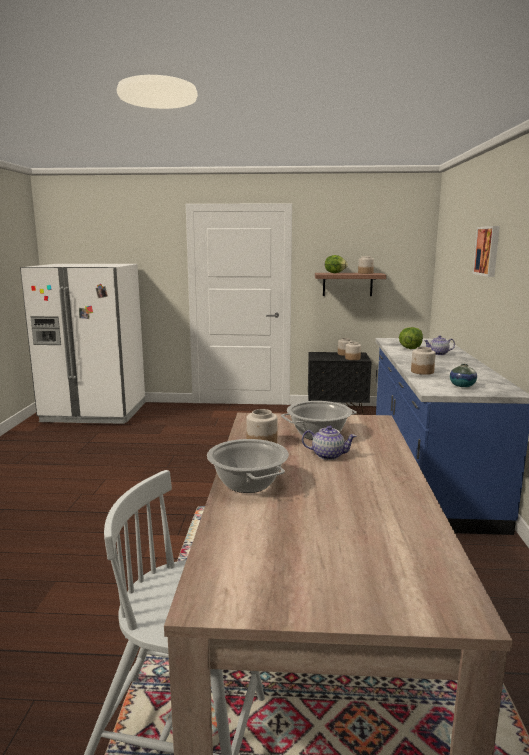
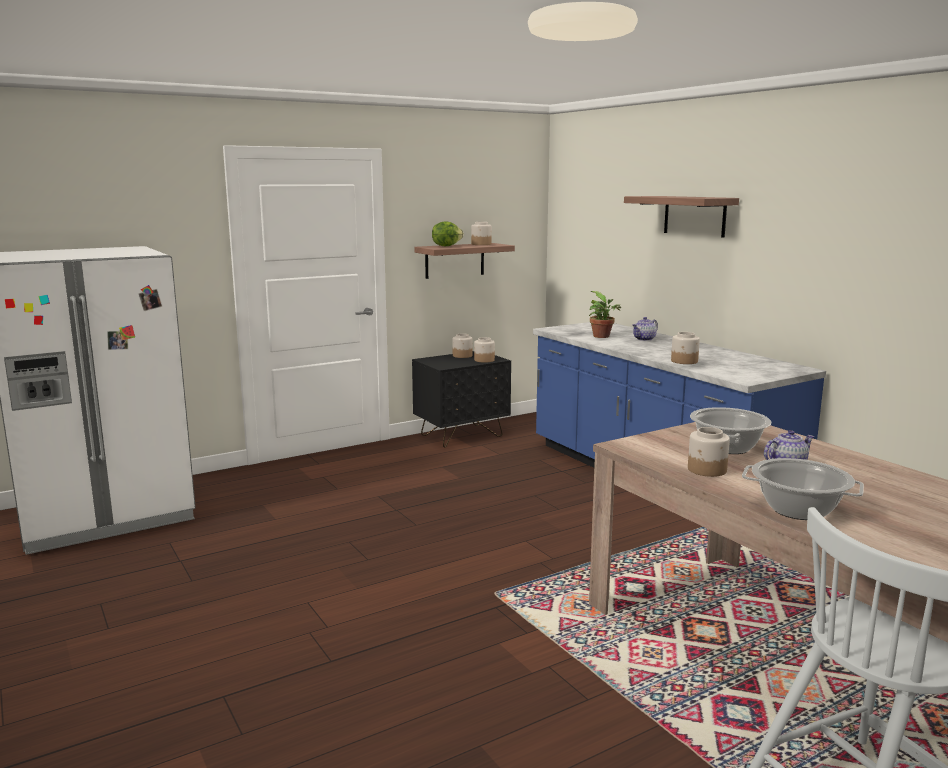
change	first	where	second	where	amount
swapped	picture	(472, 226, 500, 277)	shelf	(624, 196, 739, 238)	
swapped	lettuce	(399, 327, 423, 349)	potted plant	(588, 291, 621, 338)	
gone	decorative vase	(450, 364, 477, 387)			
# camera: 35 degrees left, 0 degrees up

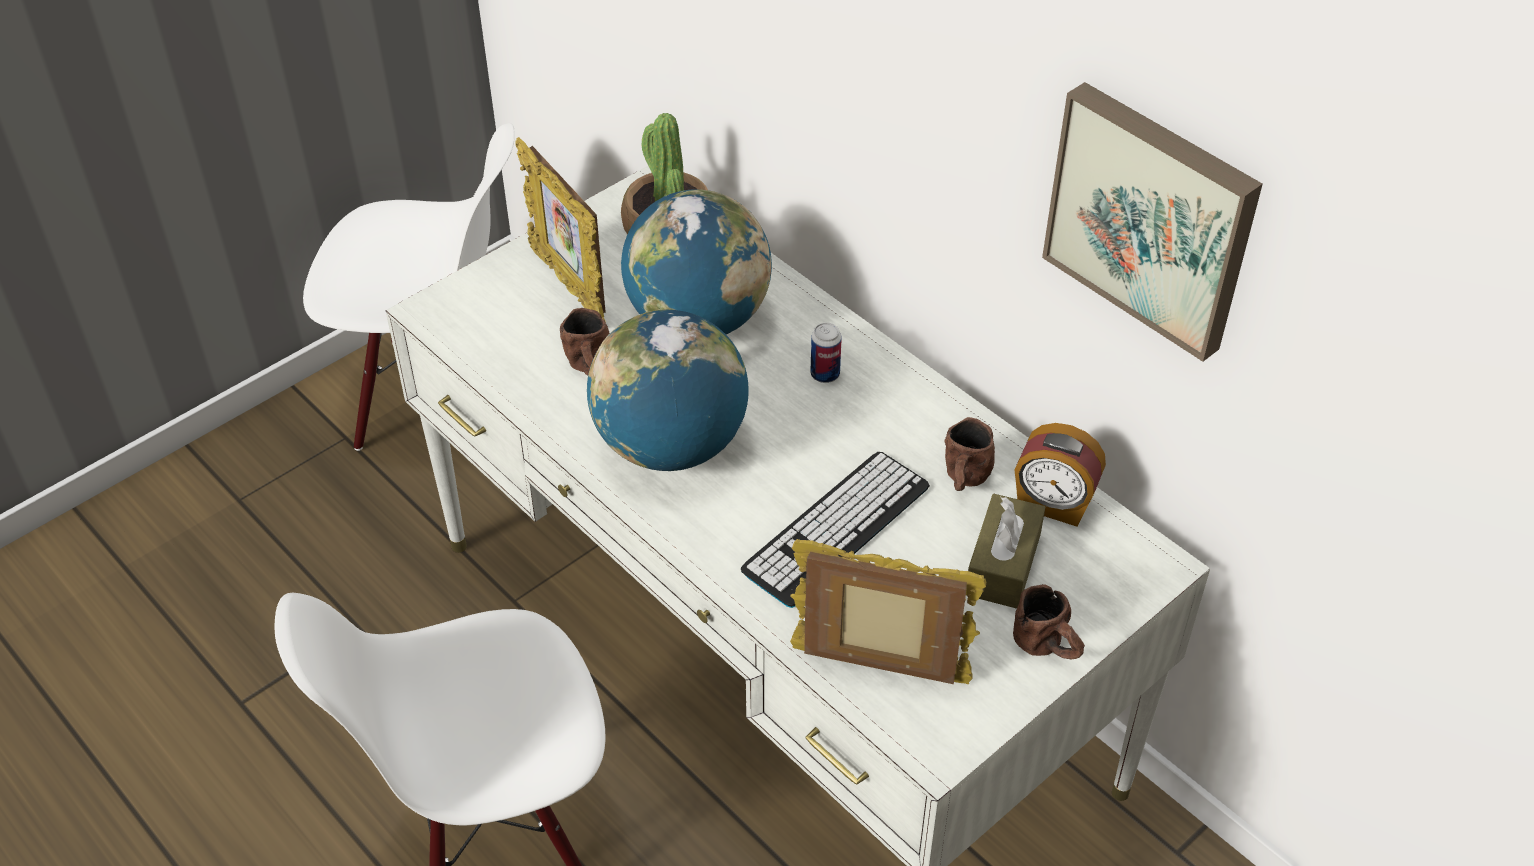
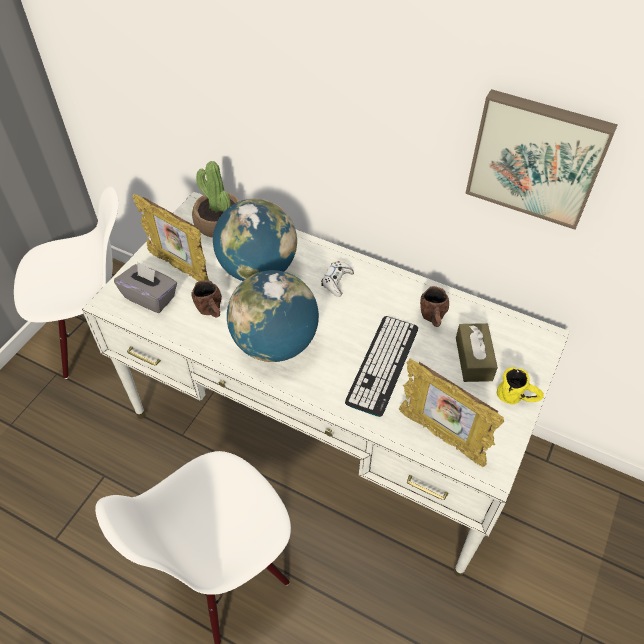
change	first	where	second	where	amount
swapped	sealed can	(810, 323, 842, 383)	gamepad in white-coloured	(321, 261, 354, 297)	
gone	alarm clock	(1014, 423, 1106, 527)			
rotated	standing frame	(790, 539, 986, 684)		(399, 359, 504, 467)	135 degrees counterclockwise
repainted	mug in brown-coloured	(1013, 584, 1085, 659)	mug in yellow	(497, 367, 544, 405)	
new			tissue holder in grey	(114, 262, 177, 313)	
# camera: 20 degrees left, 5 degrees up

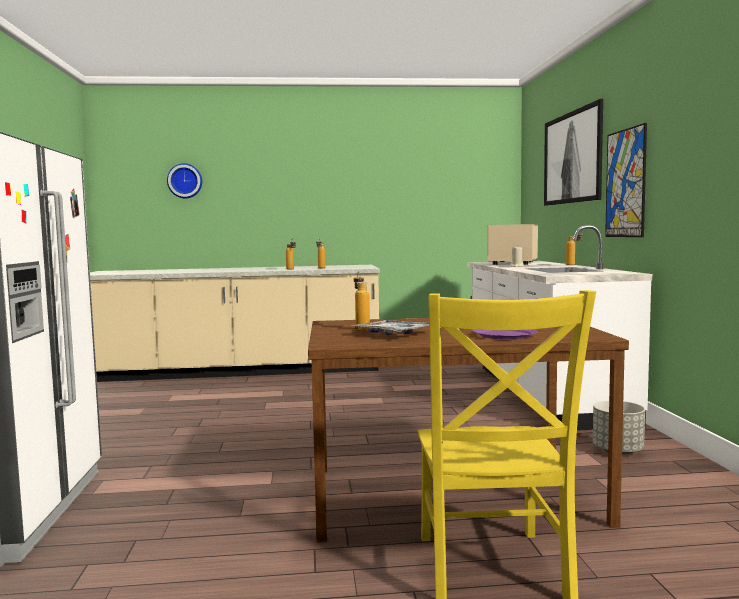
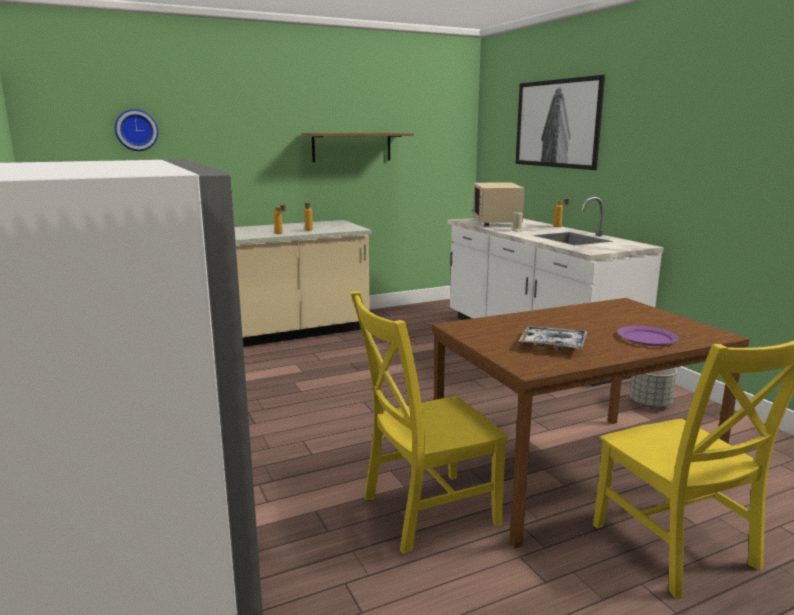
change	first	where	second	where	amount
gone	picture	(605, 123, 647, 237)			
gone	drink bottle	(354, 271, 370, 331)			
new			shelf	(301, 133, 414, 162)	
new			chair in yellow	(350, 291, 508, 554)	
# camera: 20 degrees left, 10 degrees up

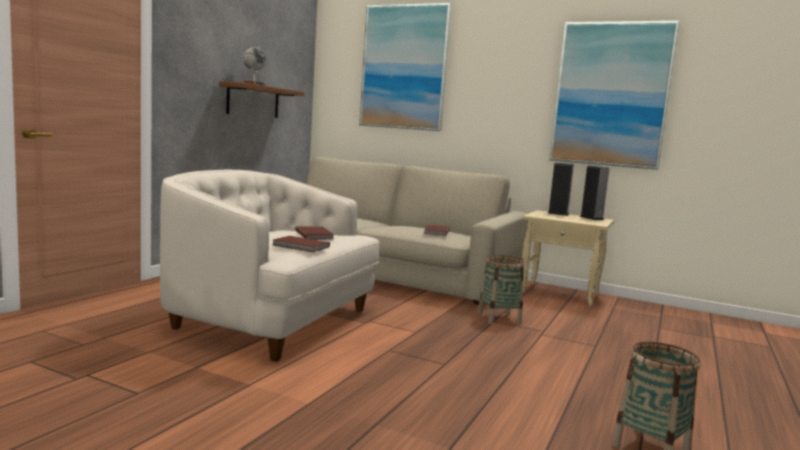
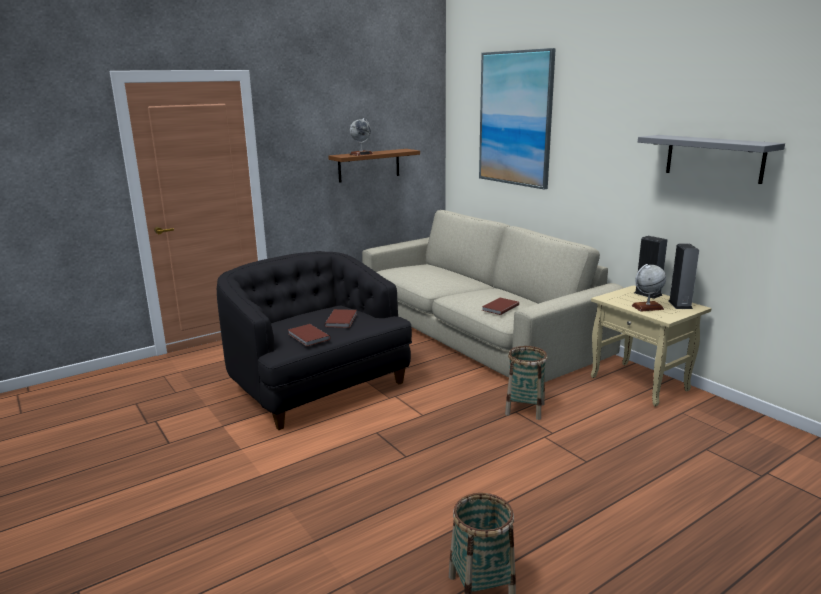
change	first	where	second	where	amount
swapped	picture	(549, 21, 680, 170)	shelf in grey	(638, 135, 785, 184)	
repainted	armchair in white-coloured	(160, 170, 380, 362)	armchair in black	(217, 251, 412, 430)	
new			globe	(632, 264, 666, 312)	
# camera: 30 degrees right, 10 degrees up

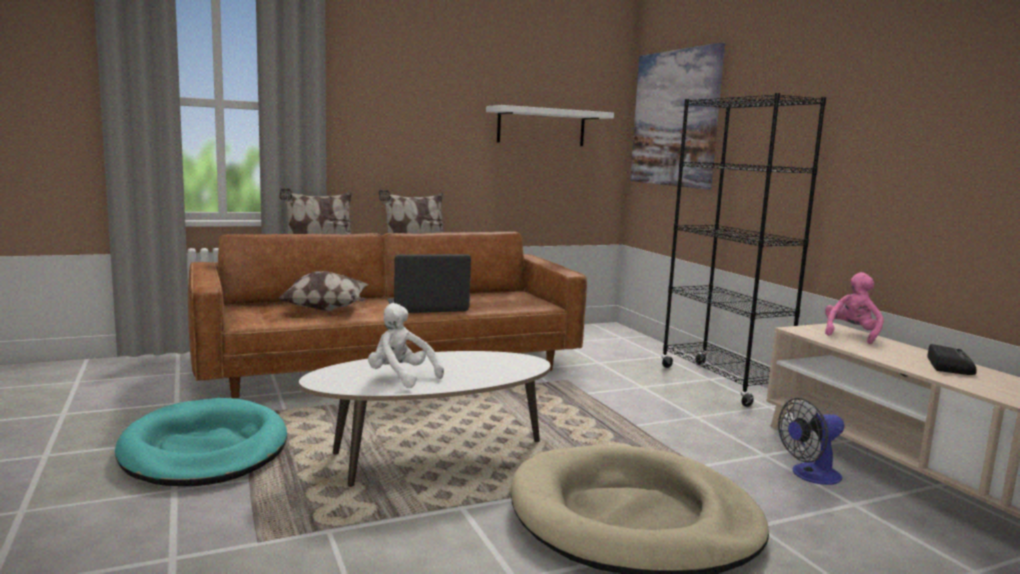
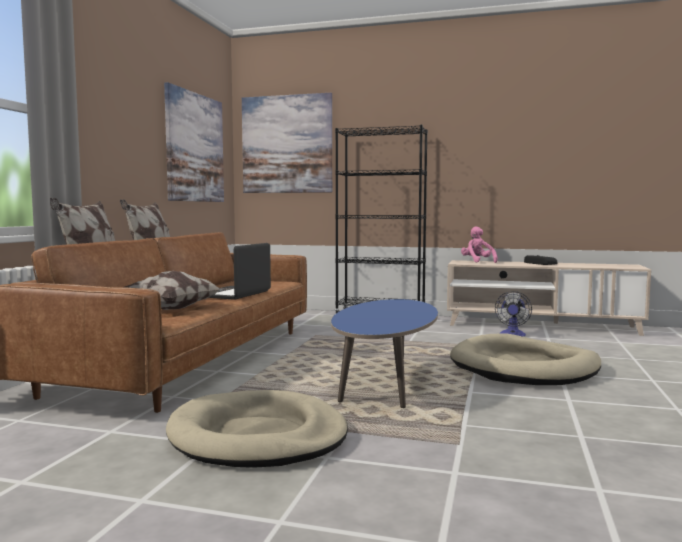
change	first	where	second	where	amount
swapped	shelf in white-coloured	(486, 105, 614, 146)	picture	(164, 82, 224, 202)	
gone	soft toy in white-coloured	(368, 303, 444, 388)			
repainted	coffee table in white-coloured	(299, 351, 551, 487)	coffee table in bluish	(331, 299, 438, 408)	
repainted	pet bed in turquoise	(115, 398, 287, 486)	pet bed in beige-coloured	(166, 390, 348, 468)	
# camera: 50 degrees left, 5 degrees down

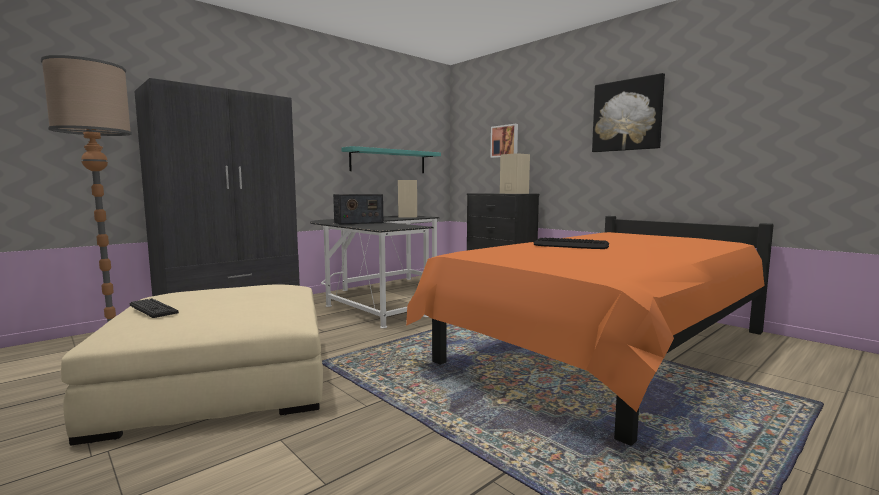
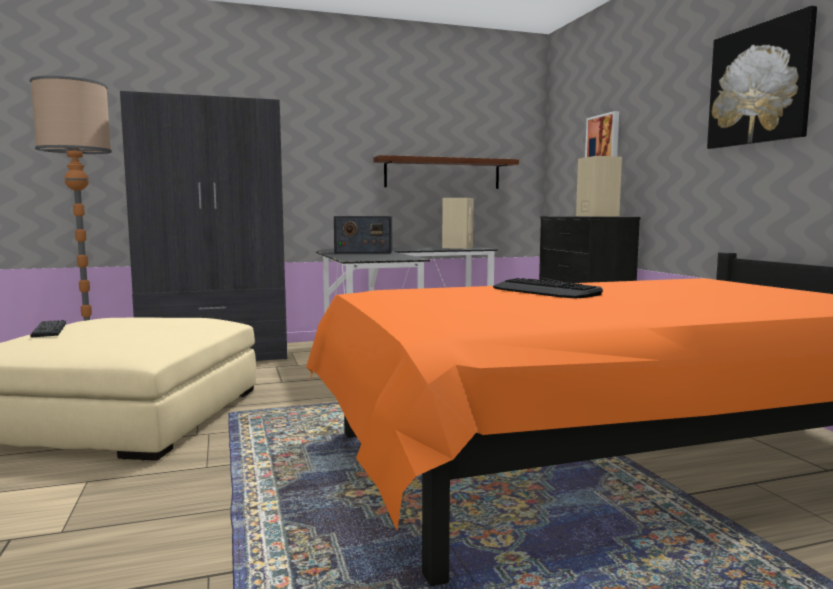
change	first	where	second	where	amount
repainted	shelf in turquoise	(341, 146, 441, 173)	shelf in brown-coloured	(373, 155, 519, 189)	
# camera: 25 degrees right, 0 degrees up

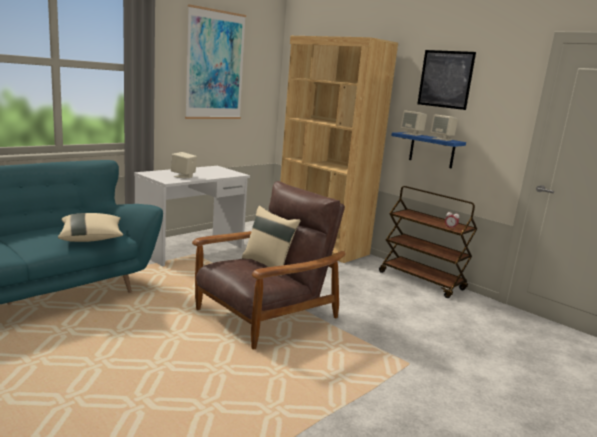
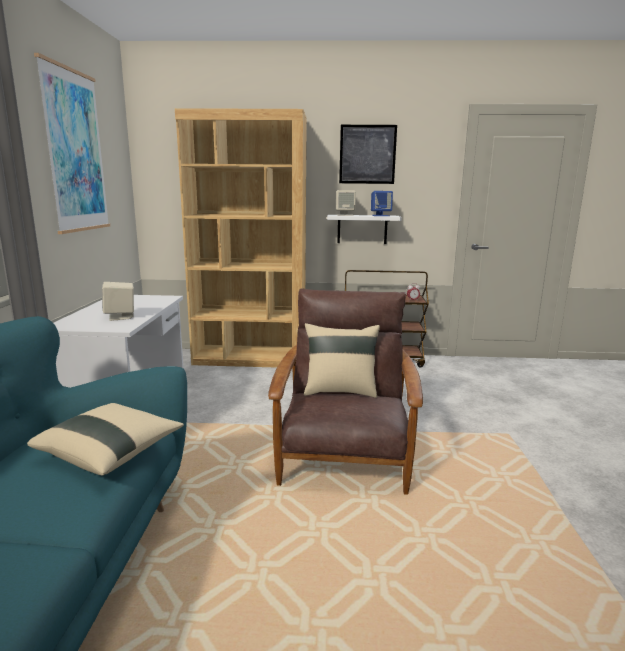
change	first	where	second	where	amount
repainted	audio speaker in beige-coloured	(430, 114, 458, 141)	audio speaker in bluish	(371, 191, 393, 216)	
repainted	shelf in bluish	(391, 132, 466, 168)	shelf in white-coloured	(327, 215, 402, 244)	
# camera: 40 degrees left, 0 degrees up

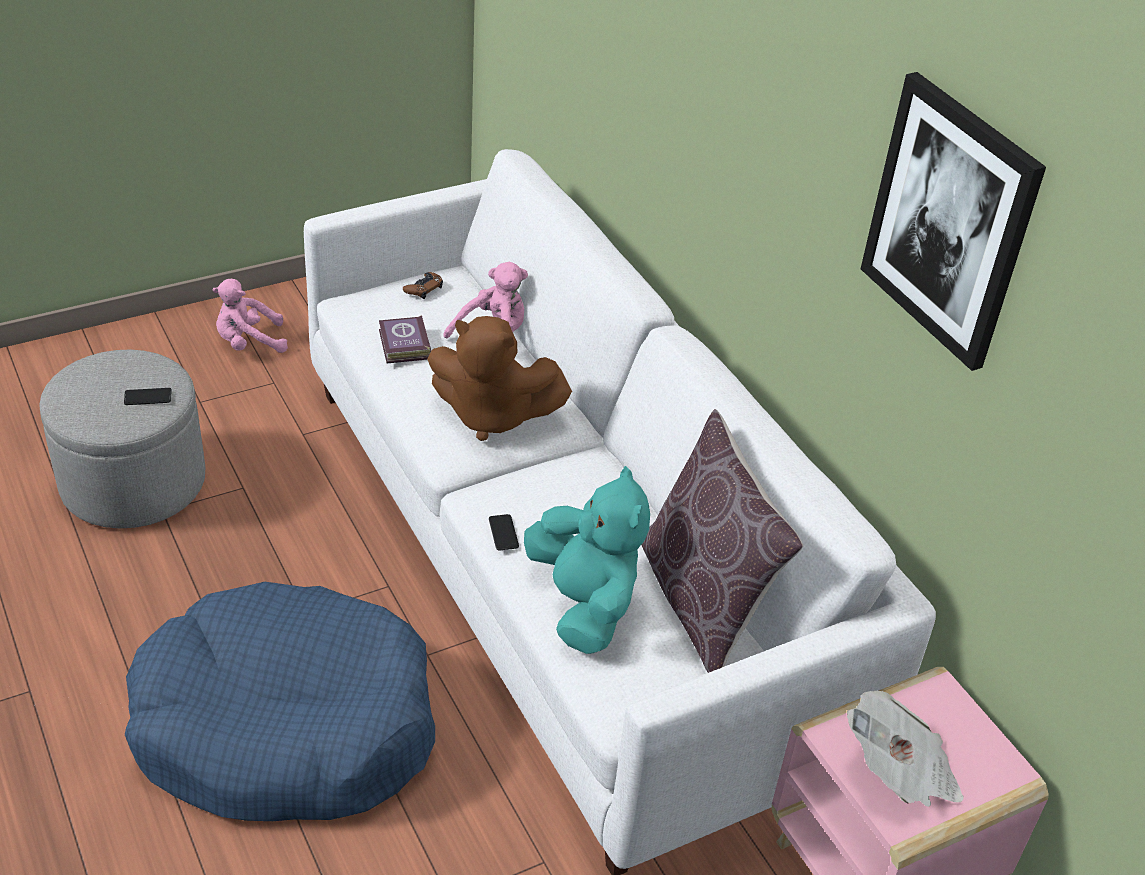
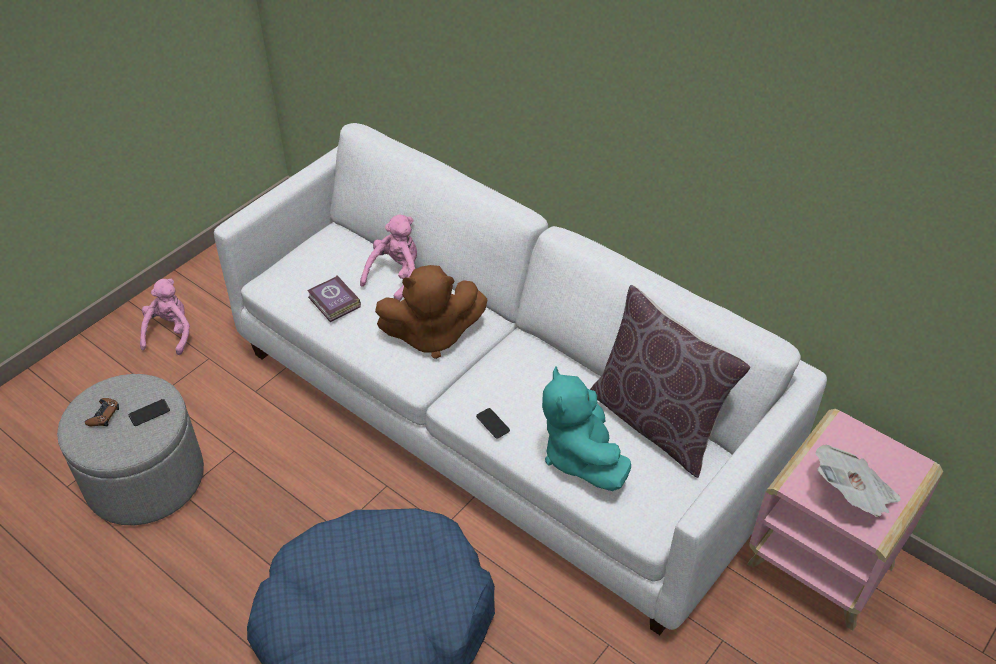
change	first	where	second	where	amount
gone	picture	(861, 72, 1046, 371)			
shifted	gamepad in brown-coloured	(403, 272, 443, 299)		(85, 398, 119, 427)	
rotated	soft toy in pink	(212, 279, 288, 353)		(140, 279, 190, 355)	135 degrees clockwise
rotated	soft toy in turquoise	(524, 466, 650, 654)		(542, 366, 631, 491)	150 degrees counterclockwise
# camera: 20 degrees left, 5 degrees up

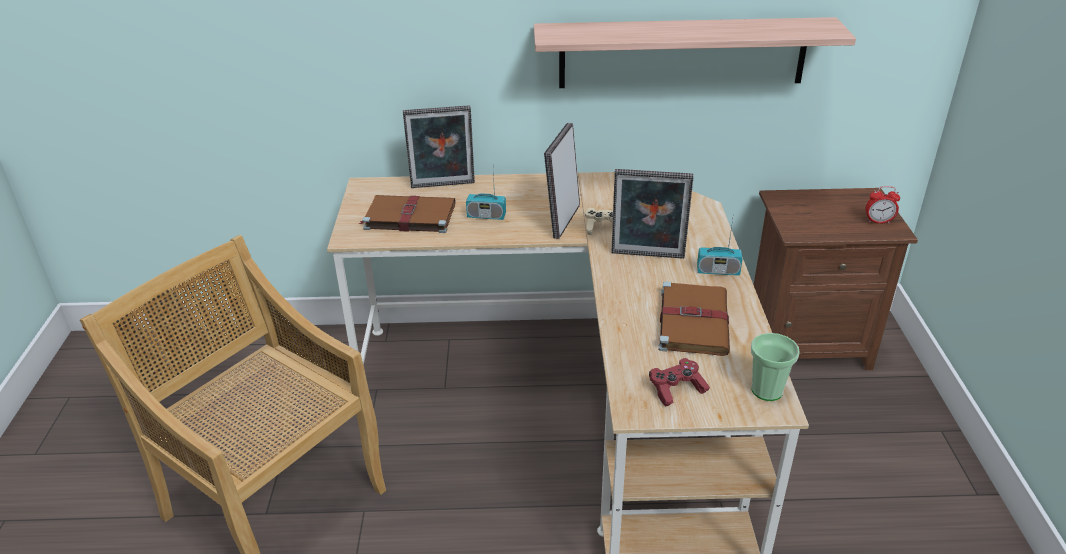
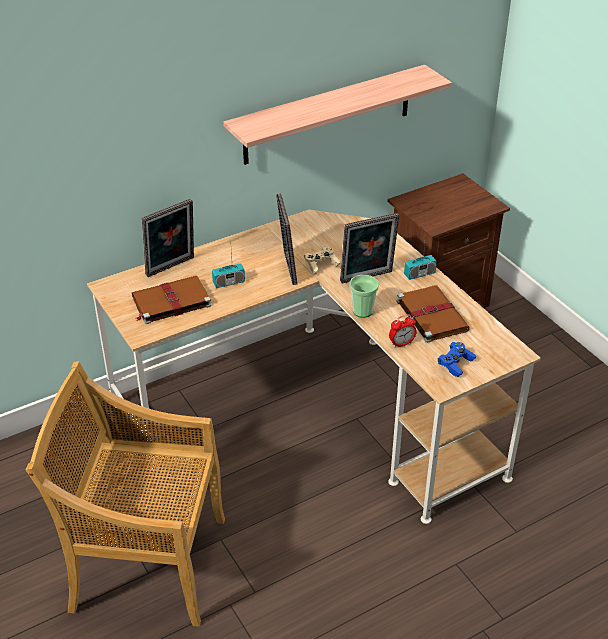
change	first	where	second	where	amount
shifted	alarm clock	(866, 186, 900, 224)		(389, 315, 417, 348)	
shifted	cup	(751, 333, 800, 401)		(350, 275, 379, 318)	
repainted	gamepad in red	(649, 358, 710, 407)	gamepad in bluish	(438, 342, 476, 377)	
# camera: 30 degrees left, 5 degrees up

